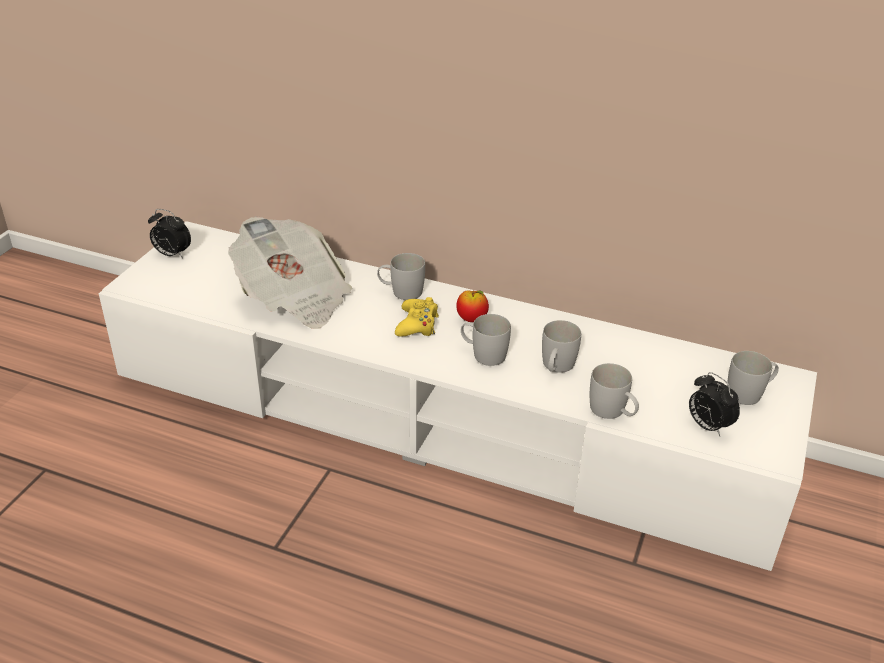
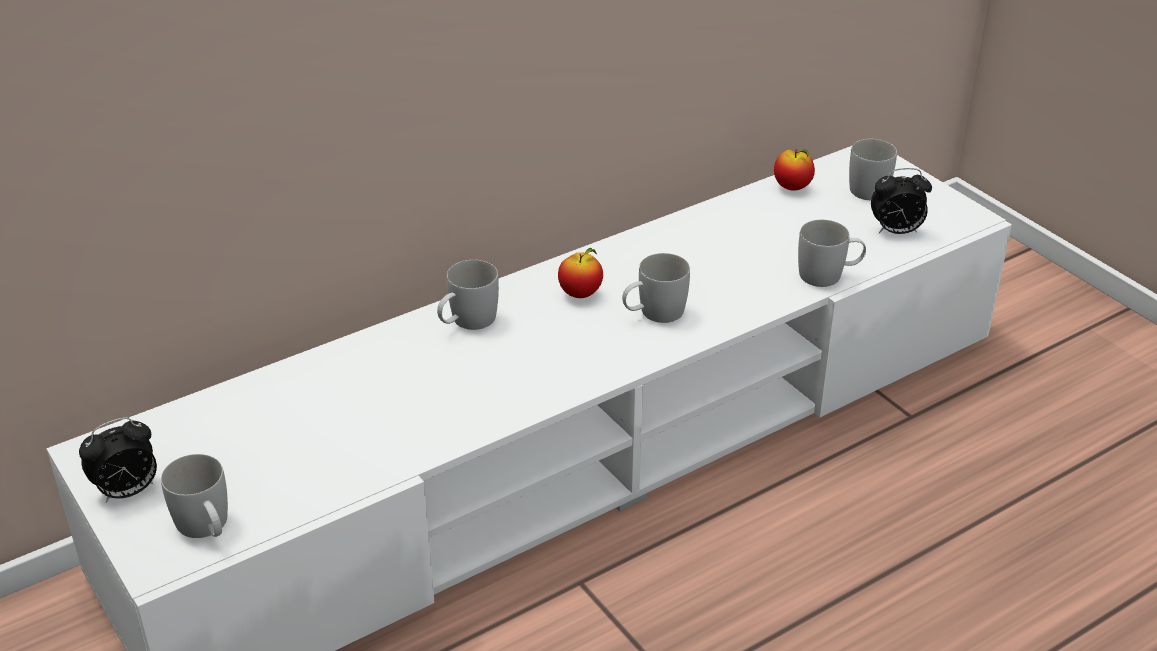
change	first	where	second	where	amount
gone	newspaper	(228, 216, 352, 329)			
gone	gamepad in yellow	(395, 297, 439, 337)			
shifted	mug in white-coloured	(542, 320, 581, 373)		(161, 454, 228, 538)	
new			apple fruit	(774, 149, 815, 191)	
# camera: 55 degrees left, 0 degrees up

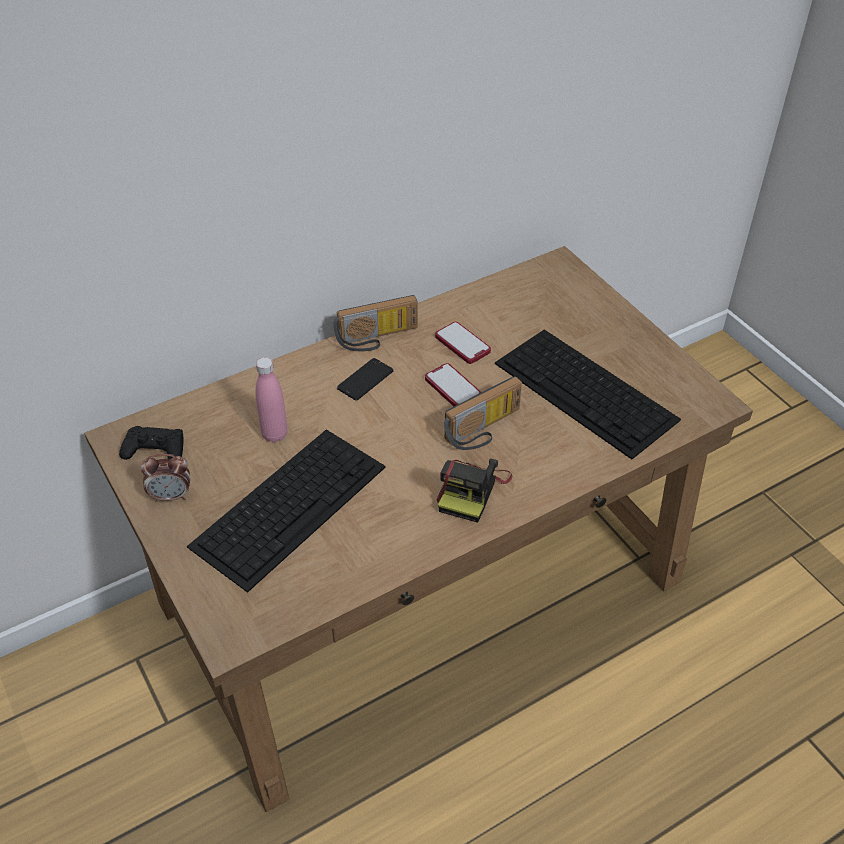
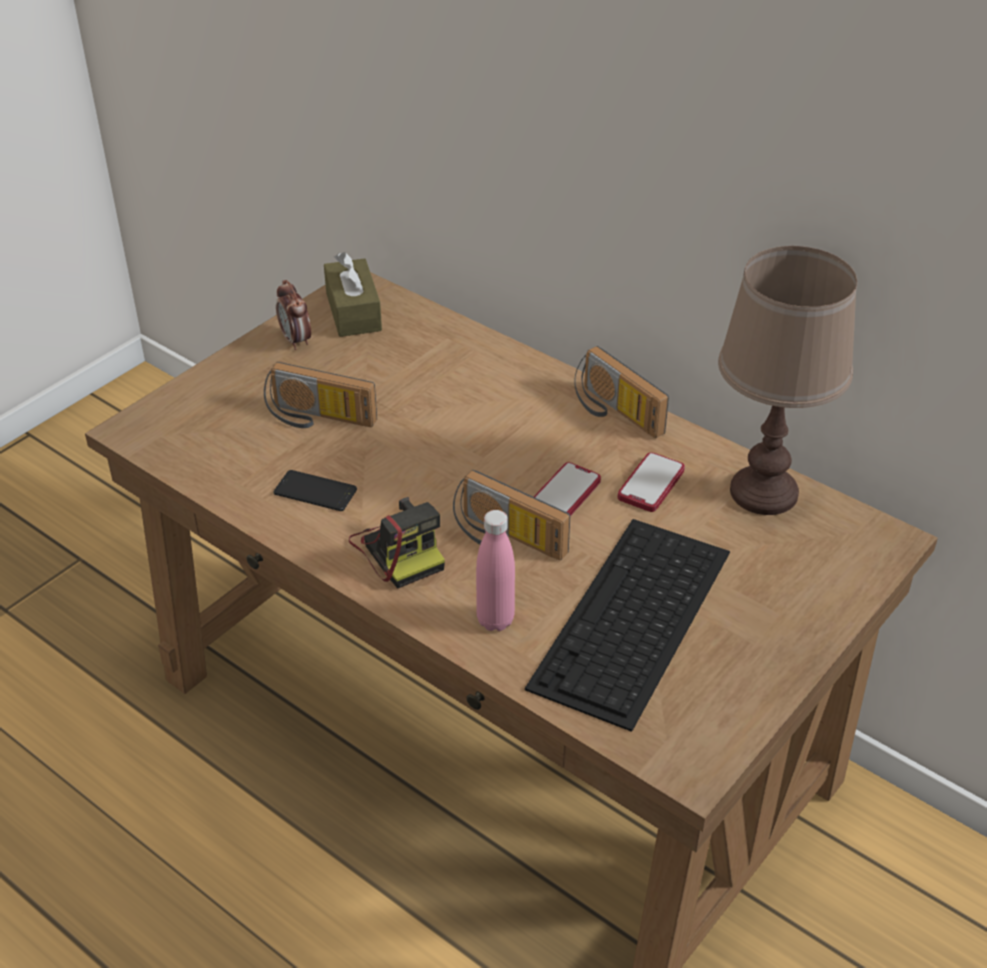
change	first	where	second	where	amount
shifted	drink bottle in pink	(255, 357, 288, 442)		(476, 510, 515, 631)	
shifted	handset	(337, 358, 394, 400)		(273, 470, 357, 511)	
swapped	gamepad in black	(119, 426, 184, 460)	tissue holder in brown-coloured	(324, 252, 382, 337)	
swapped	PC keyboard	(187, 429, 386, 593)	radio receiver	(264, 362, 377, 428)	
rotated	still camera	(437, 459, 512, 523)		(349, 497, 445, 589)	120 degrees counterclockwise
new			table lamp in brown-coloured	(718, 246, 857, 515)	
# camera: 70 degrees right, 5 degrees down

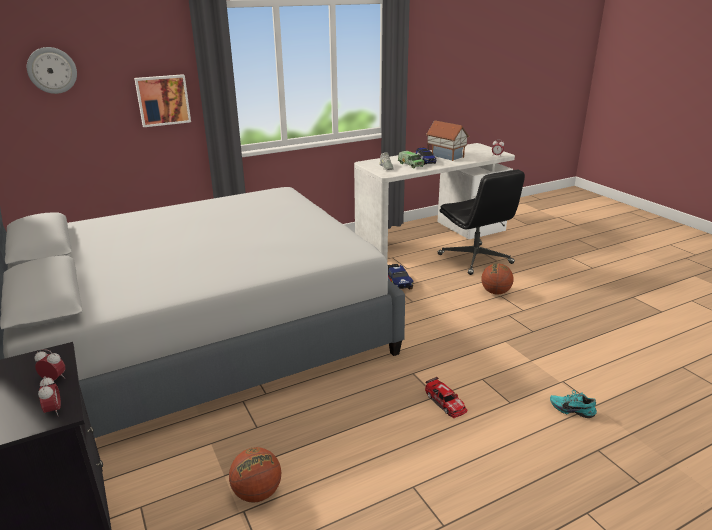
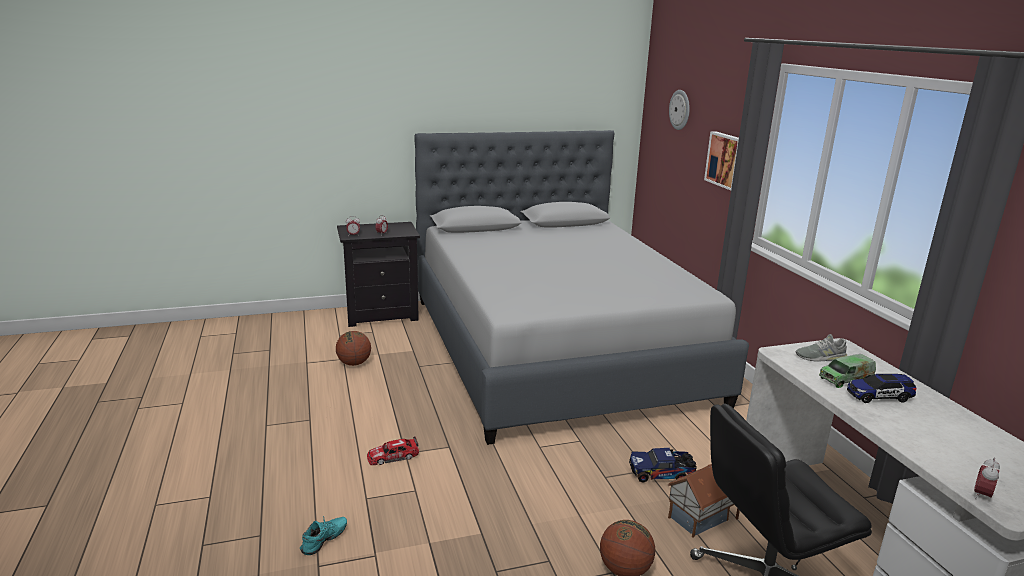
change	first	where	second	where	amount
shifted	model house	(426, 120, 469, 161)		(668, 464, 740, 538)	
# camera: 100 degrees right, 5 degrees down

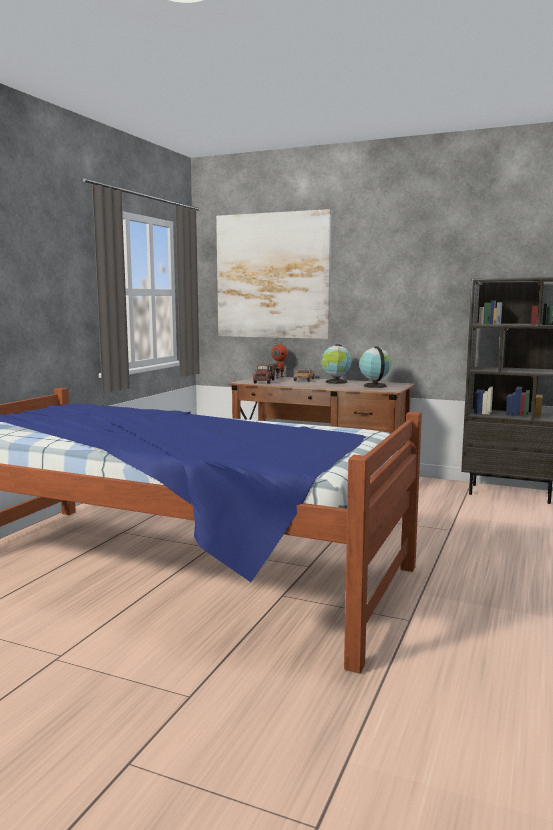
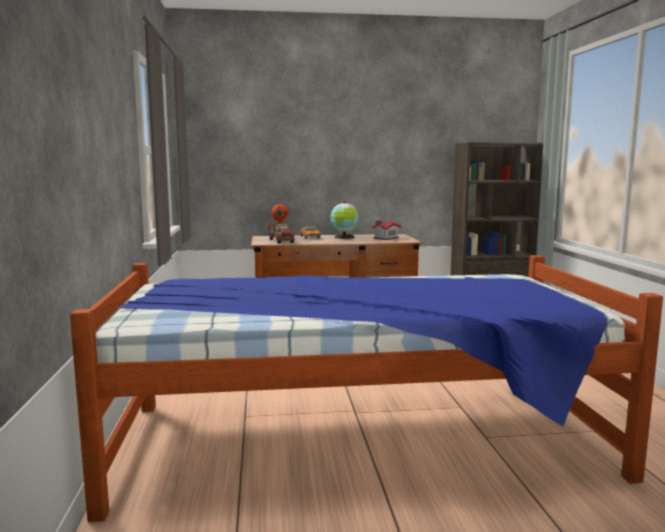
change	first	where	second	where	amount
gone	picture	(216, 209, 332, 339)			
swapped	globe	(359, 346, 392, 388)	model house	(372, 220, 401, 240)	
# camera: 30 degrees left, 0 degrees up

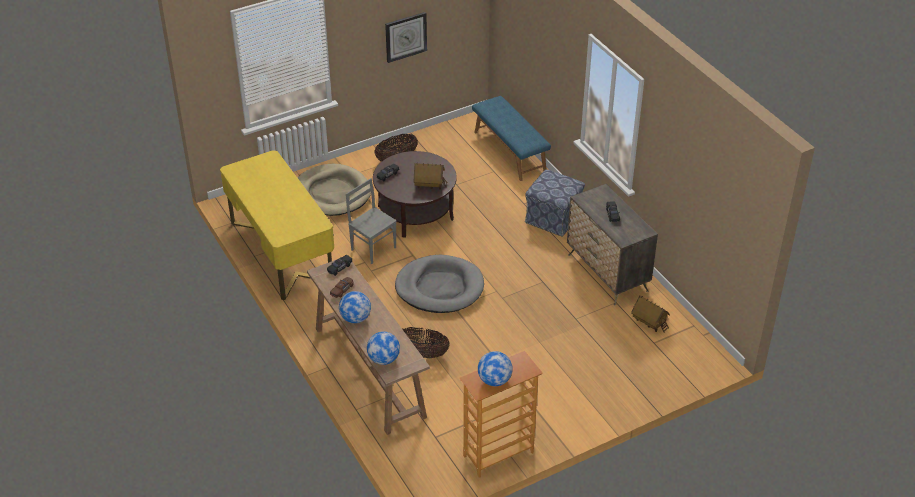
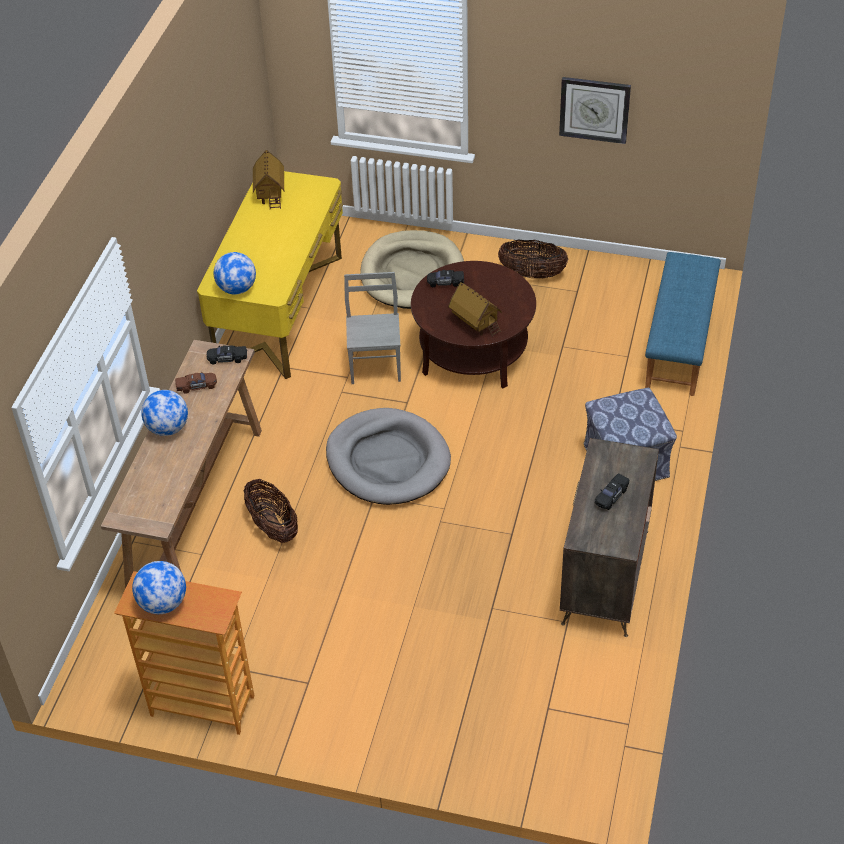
change	first	where	second	where	amount
shifted	model house	(631, 296, 670, 332)		(253, 150, 284, 209)	
shifted	globe	(367, 331, 400, 365)		(214, 252, 256, 294)	
# camera: 45 degrees right, 5 degrees up

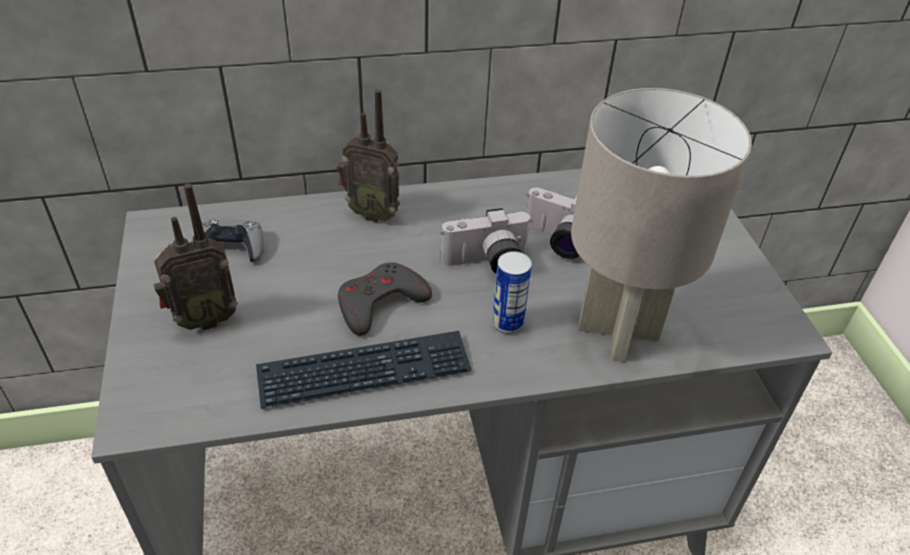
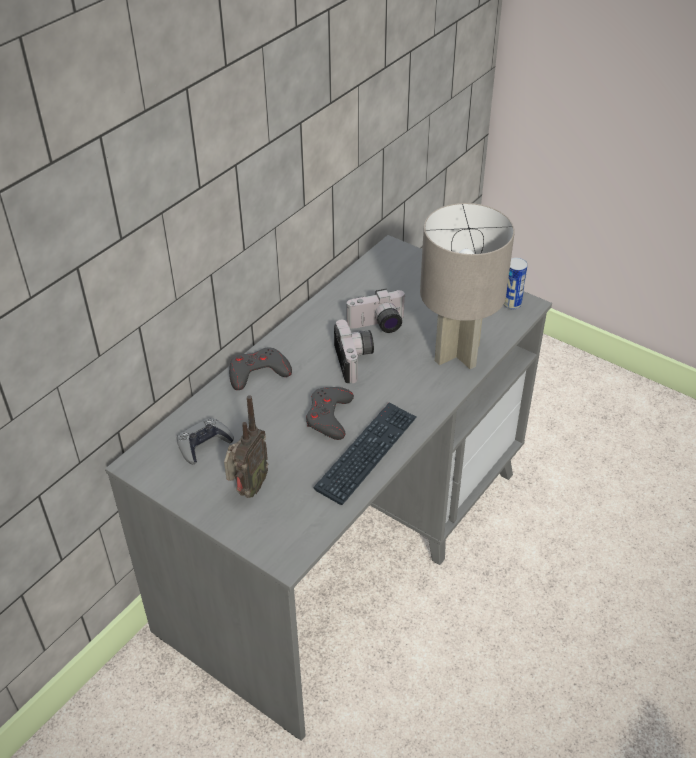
change	first	where	second	where	amount
swapped	radio receiver	(337, 89, 400, 222)	gamepad in grey	(229, 348, 292, 390)	
rotated	still camera	(441, 208, 532, 274)		(334, 320, 374, 383)	45 degrees counterclockwise
shifted	sealed can	(492, 251, 532, 334)		(503, 258, 528, 309)	
# camera: 40 degrees left, 0 degrees up

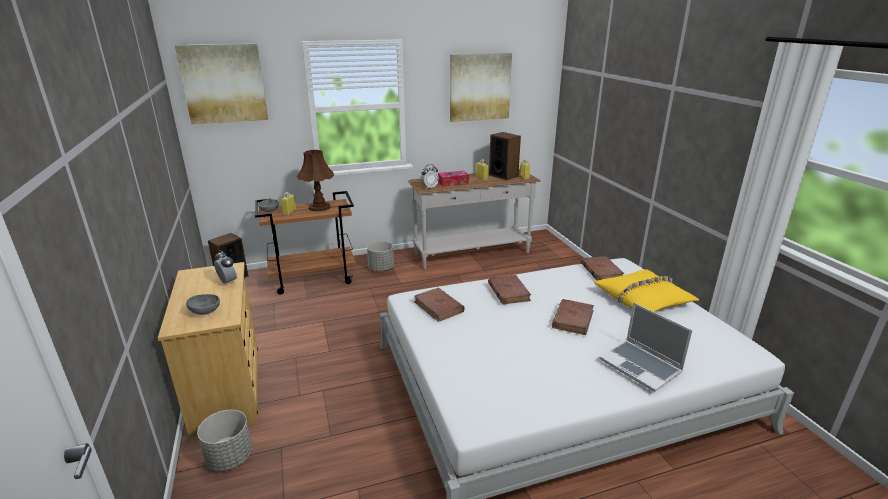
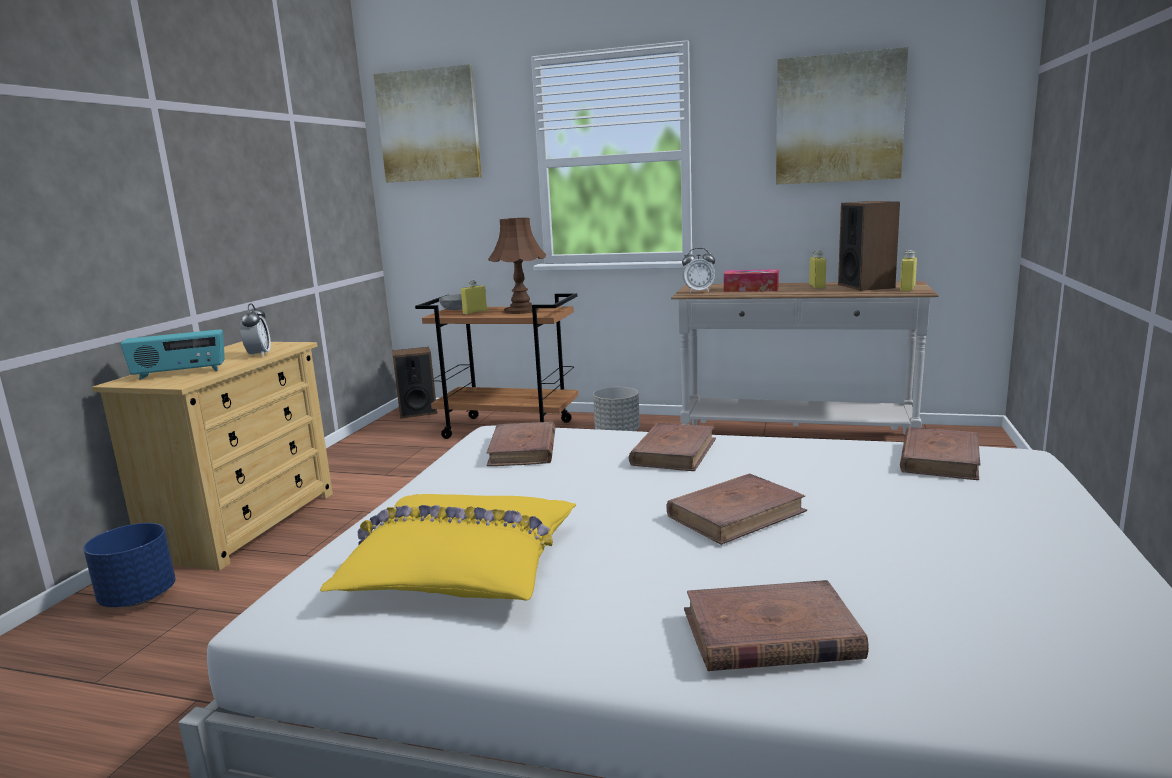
change	first	where	second	where	amount
shifted	pillow in yellow	(594, 269, 699, 312)		(320, 494, 576, 600)	
swapped	bowl in grey	(186, 294, 220, 315)	radio receiver	(120, 329, 225, 380)	
swapped	portable computer	(599, 303, 693, 392)	volume in brown-coloured	(684, 580, 869, 671)	
repainted	planter in grey	(197, 410, 252, 471)	planter in bluish	(83, 523, 176, 607)	
# camera: 35 degrees right, 10 degrees down

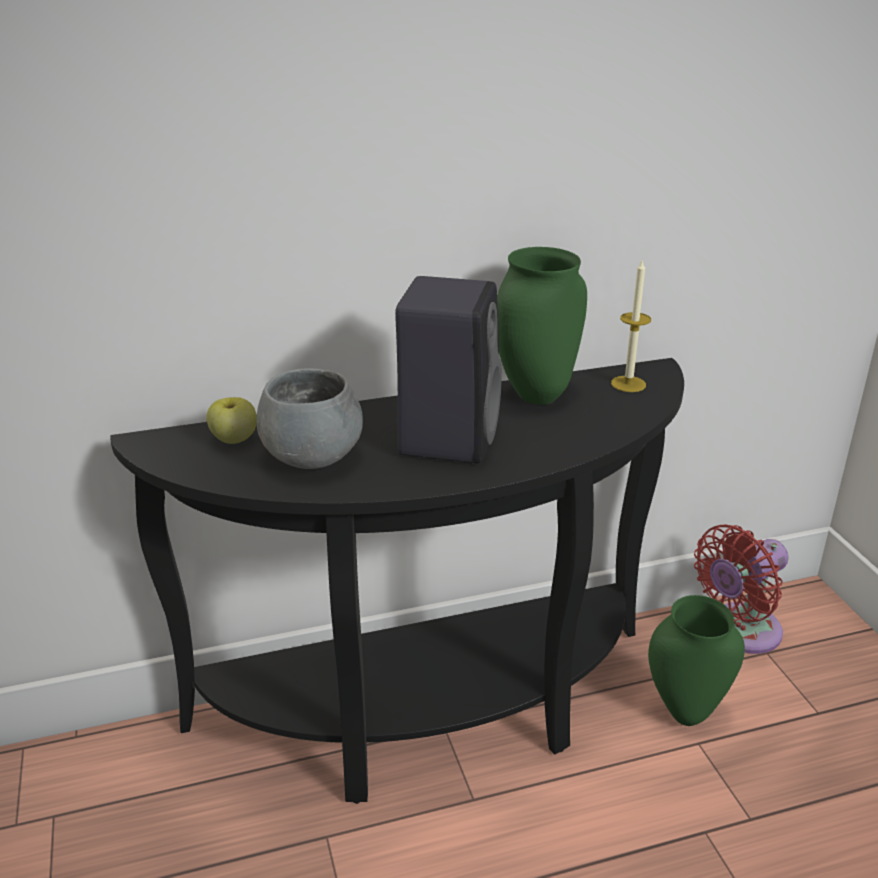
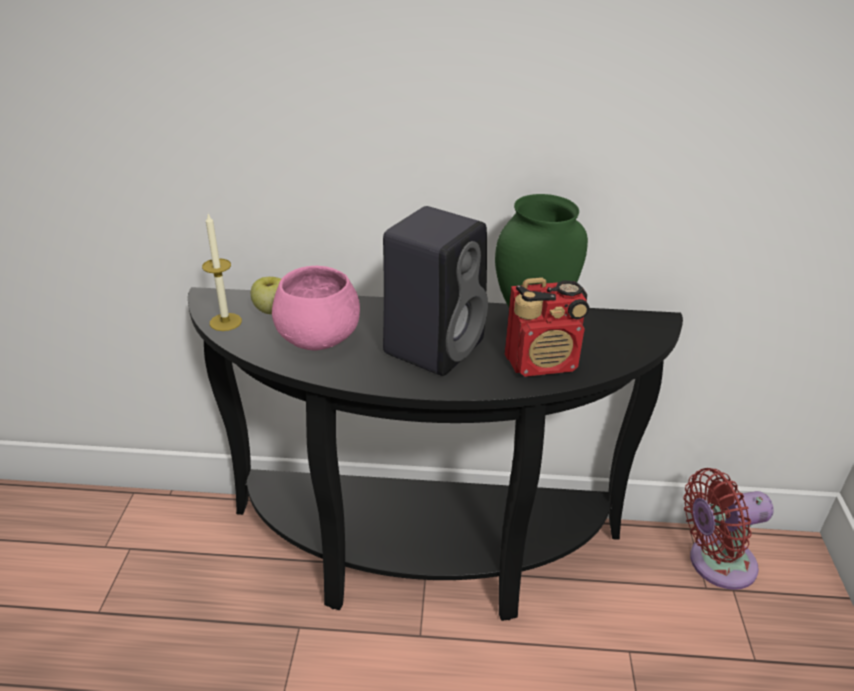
change	first	where	second	where	amount
shifted	wax candle	(611, 259, 651, 392)		(202, 214, 242, 331)	
repainted	bowl in grey	(257, 368, 363, 469)	bowl in pink	(272, 266, 360, 350)	
gone	decorative vase in green-coloured	(648, 595, 745, 726)			
new			radio receiver	(505, 277, 590, 377)	
# camera: 20 degrees right, 5 degrees up

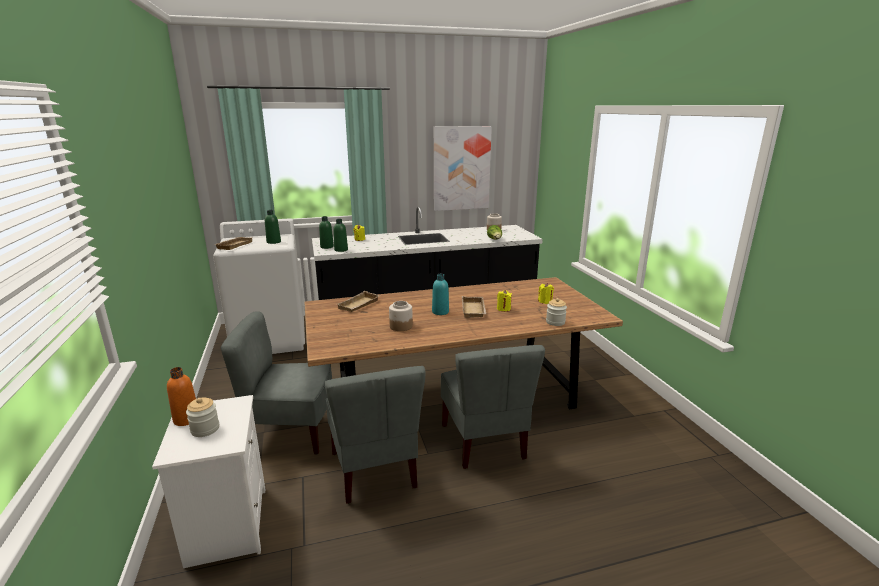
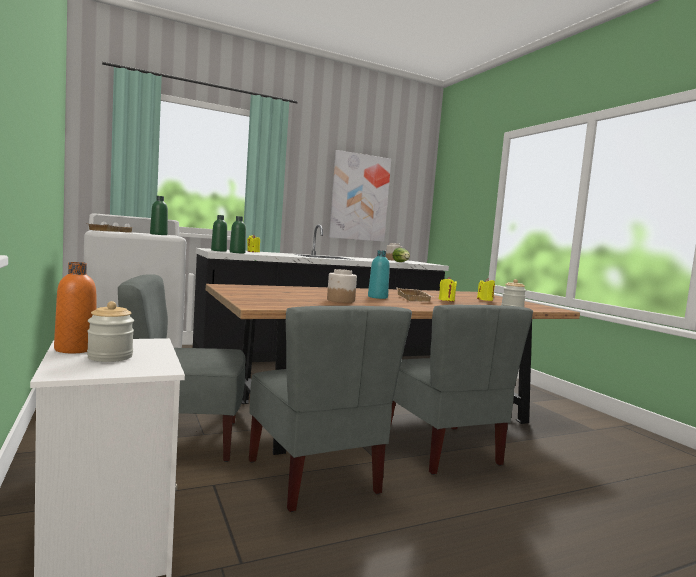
change	first	where	second	where	amount
gone	serving tray in beige-coloured	(337, 291, 380, 312)			
# camera: 10 degrees left, 15 degrees down

